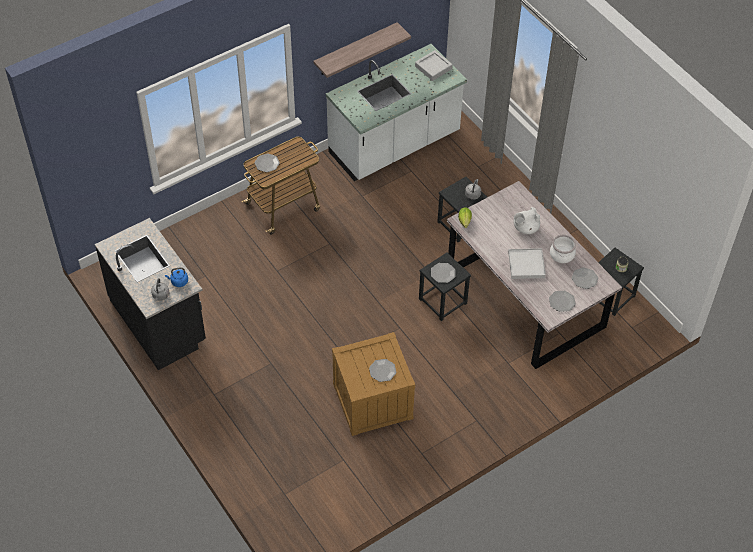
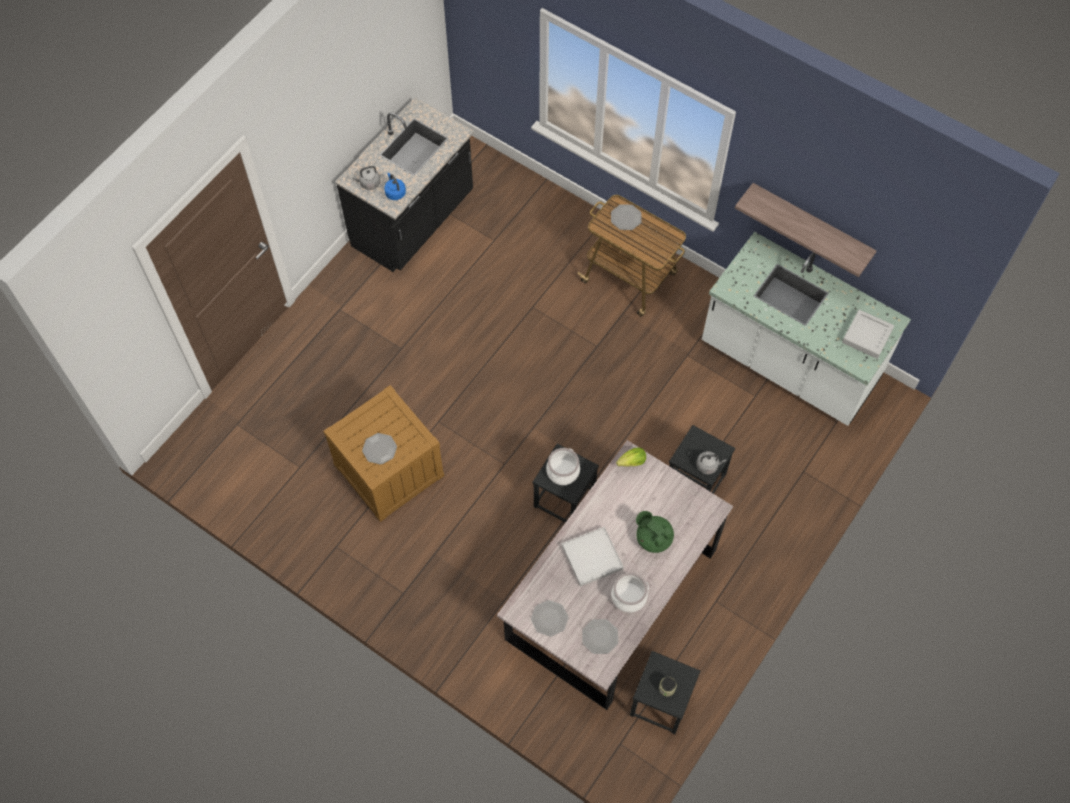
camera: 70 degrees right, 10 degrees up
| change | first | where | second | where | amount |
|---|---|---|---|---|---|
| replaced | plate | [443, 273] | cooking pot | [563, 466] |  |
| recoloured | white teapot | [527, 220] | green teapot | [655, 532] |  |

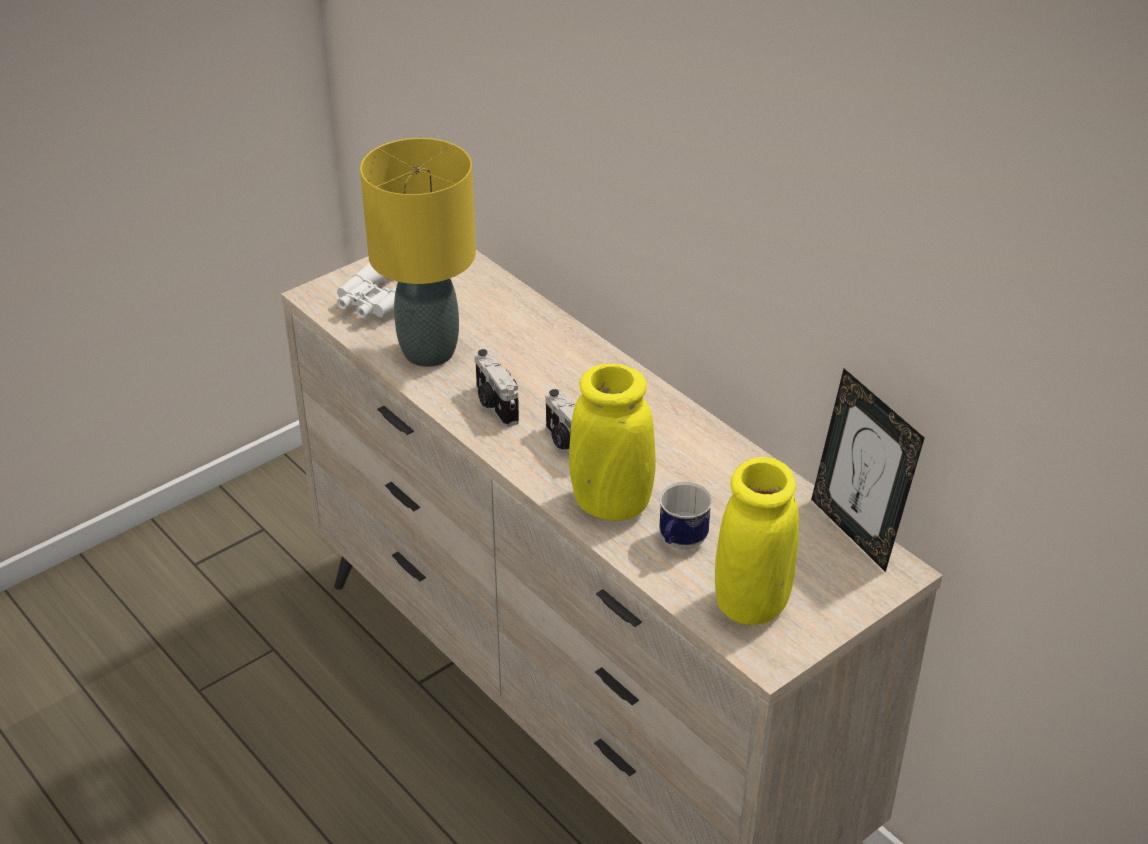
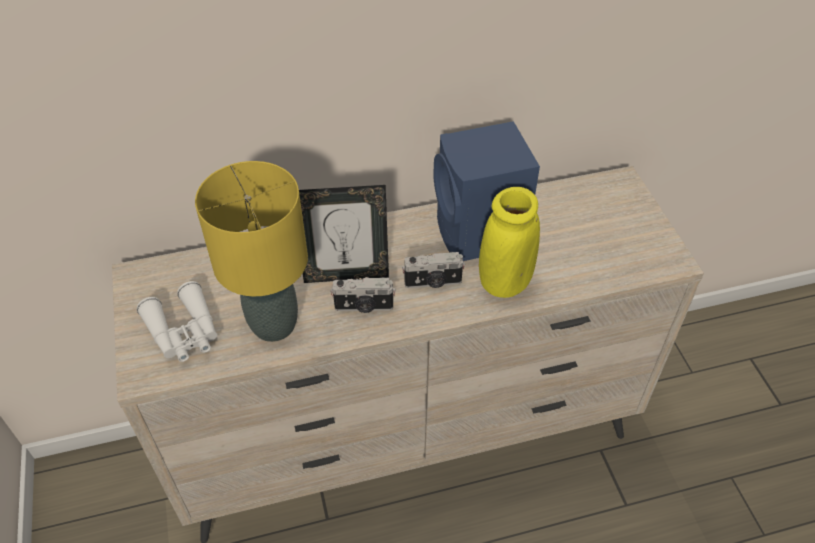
camera: 65 degrees left, 10 degrees up
| change | first | where | second | where | amount |
|---|---|---|---|---|---|
| removed | mug | [686, 515] |  |  |  |
| removed | yellow vase | [757, 541] |  |  |  |
| moved | picture frame | [867, 470] |  | [344, 234] |  |
| added |  |  | blue speaker | [486, 191] |  |

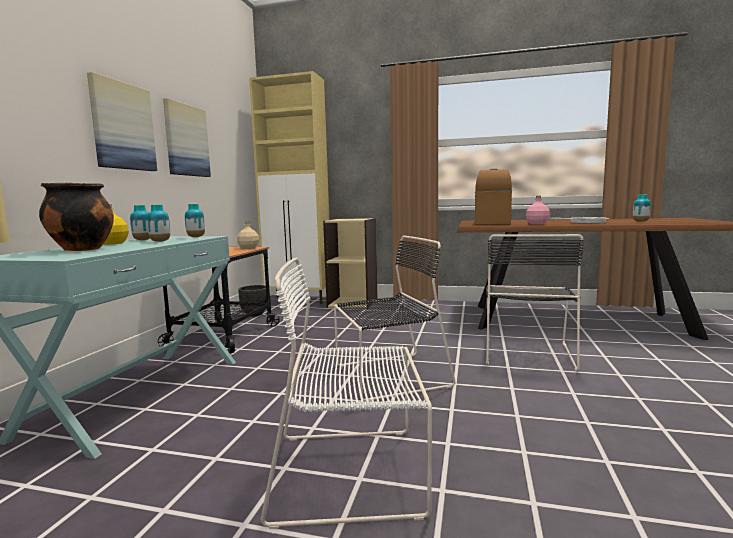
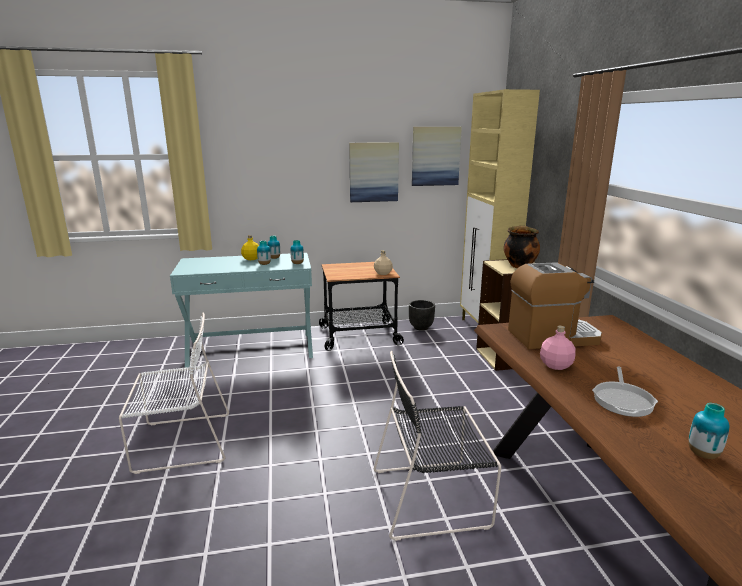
camera: 65 degrees right, 10 degrees up
| change | first | where | second | where | amount |
|---|---|---|---|---|---|
| moved | cooking pot | [76, 216] |  | [522, 247] |  |
| moved | picture | [122, 121] |  | [437, 156] |  |
| turned | white chair | [346, 393] |  | [174, 393] | 105 degrees clockwise |
| removed | black chair | [395, 319] |  |  |  |

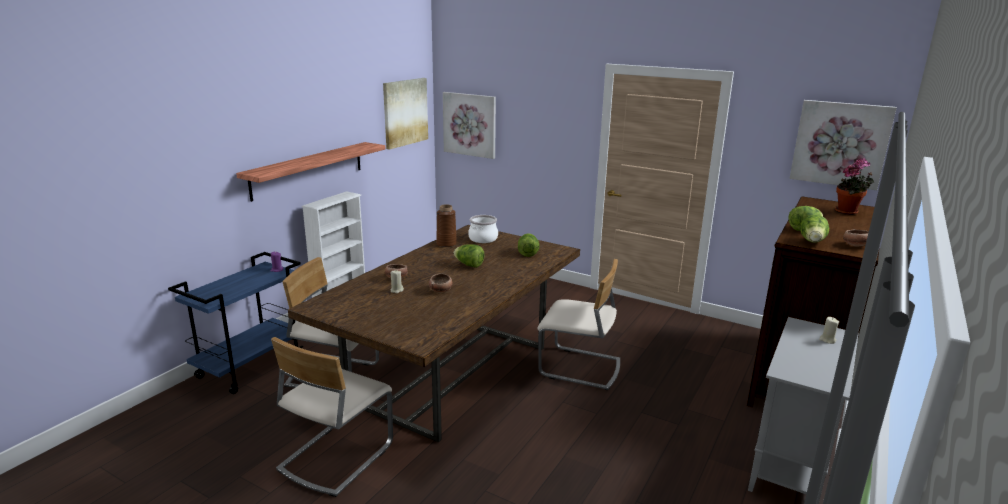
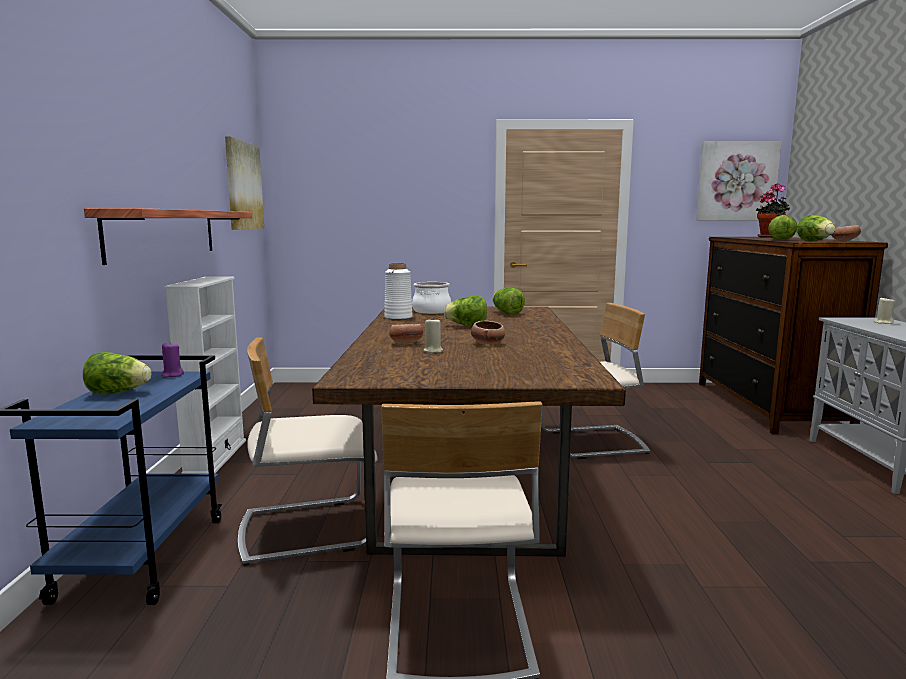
camera: 30 degrees left, 10 degrees down
| change | first | where | second | where | amount |
|---|---|---|---|---|---|
| recoloured | brown vase | [446, 226] | white vase | [398, 291] |  |
| removed | picture | [469, 125] |  |  |  |
| added |  |  | lettuce | [117, 373] |  |

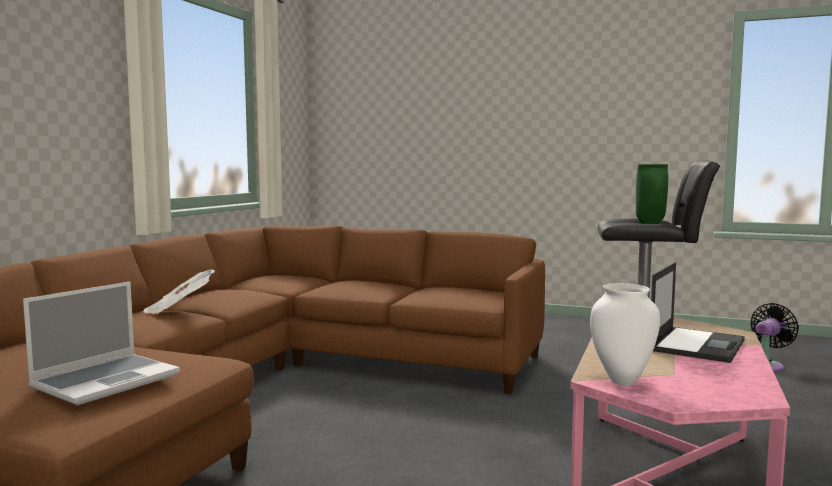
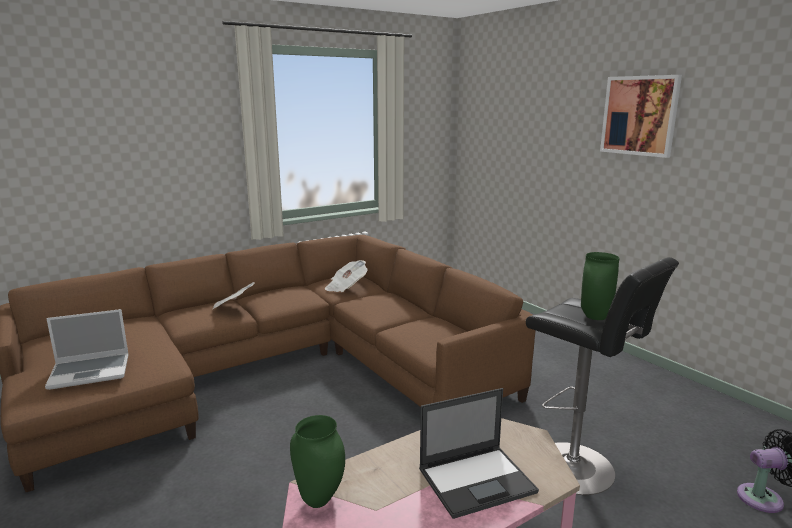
camera: 35 degrees right, 10 degrees up
| change | first | where | second | where | amount |
|---|---|---|---|---|---|
| recoloured | white vase | [625, 334] | green vase | [317, 461] |  |
| added |  |  | newspaper | [346, 276] |  |
| added |  |  | picture | [641, 116] |  |

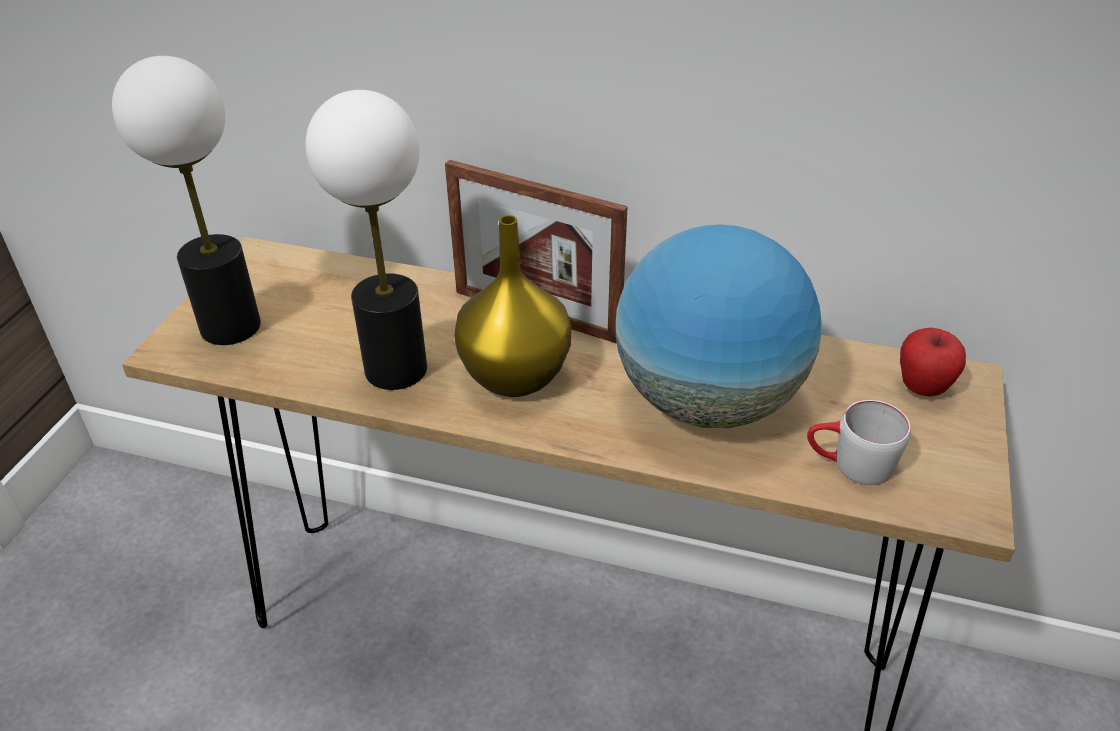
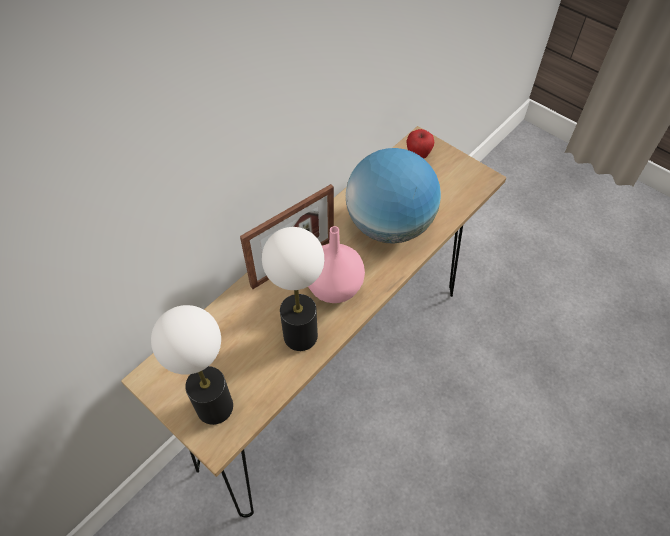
camera: 65 degrees left, 15 degrees up
| change | first | where | second | where | amount |
|---|---|---|---|---|---|
| recoloured | yellow vase | [512, 306] | pink vase | [336, 264] |  |
| removed | grey mug | [859, 442] |  |  |  |

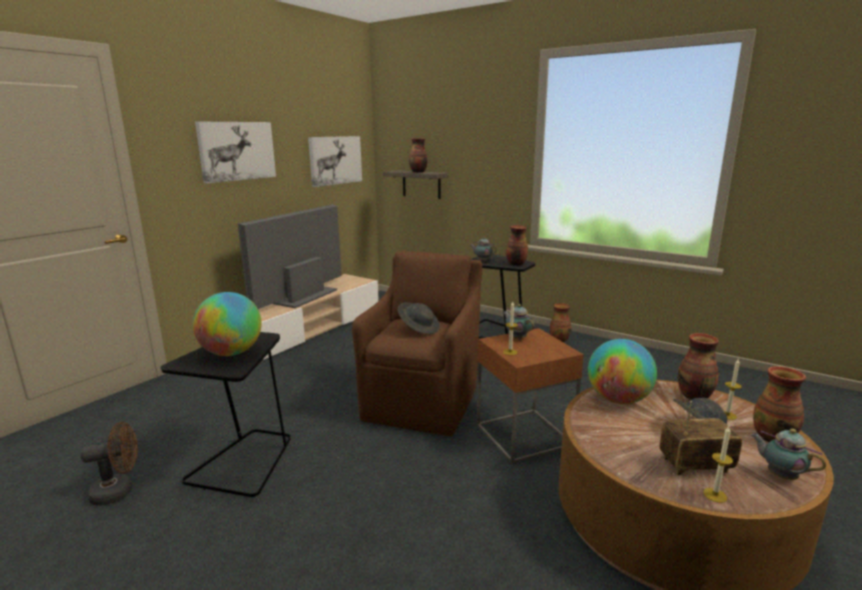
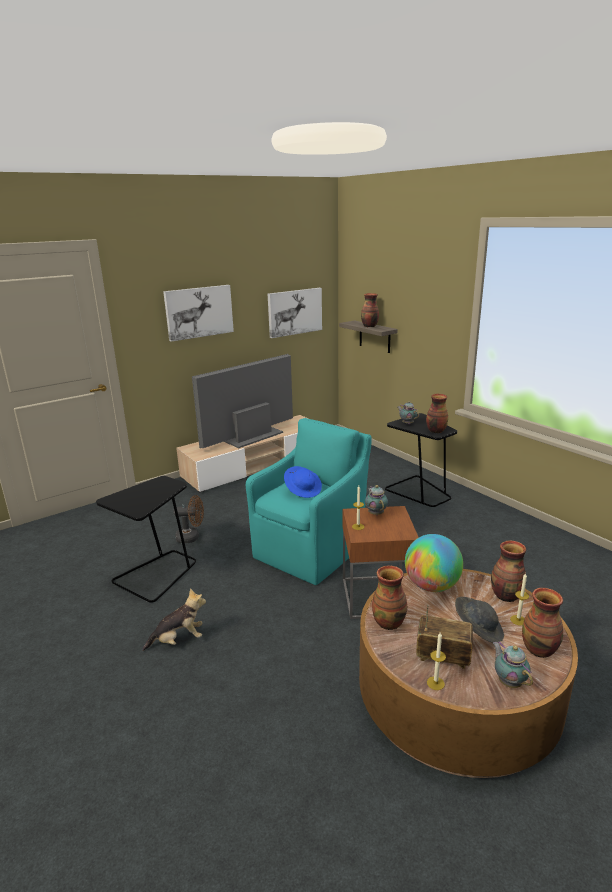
camera: 20 degrees right, 5 degrees up
| change | first | where | second | where | amount |
|---|---|---|---|---|---|
| moved | brown fan | [109, 464] |  | [188, 519] |  |
| removed | globe | [227, 324] |  |  |  |
| recoloured | brown armchair | [417, 343] | turquoise armchair | [309, 501] |  |
| recoloured | grey hat | [418, 318] | blue hat | [303, 482] |  |
| moved | vase | [560, 322] |  | [389, 597] |  |
| added |  |  | plush toy | [174, 619] |  |

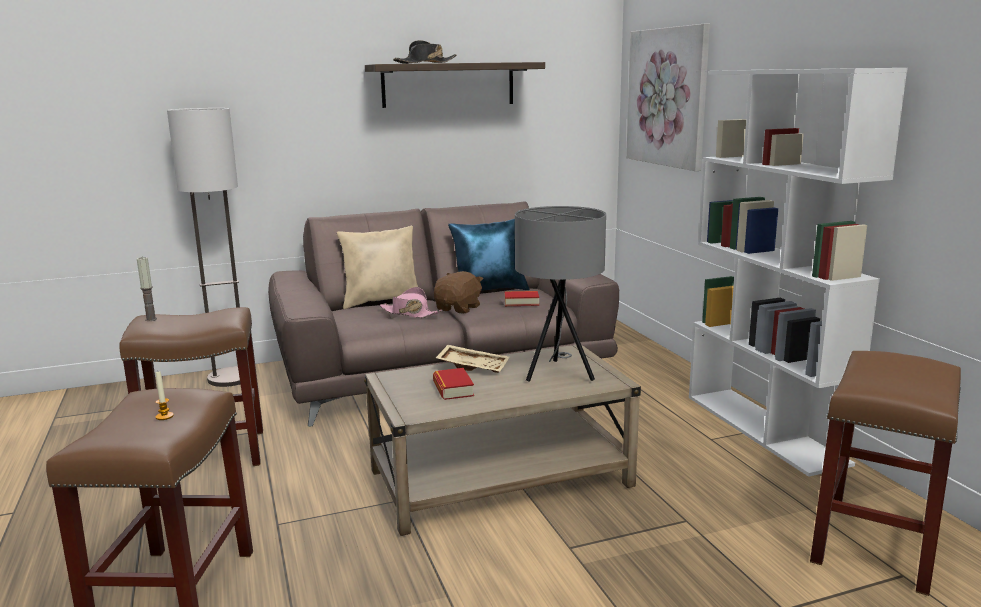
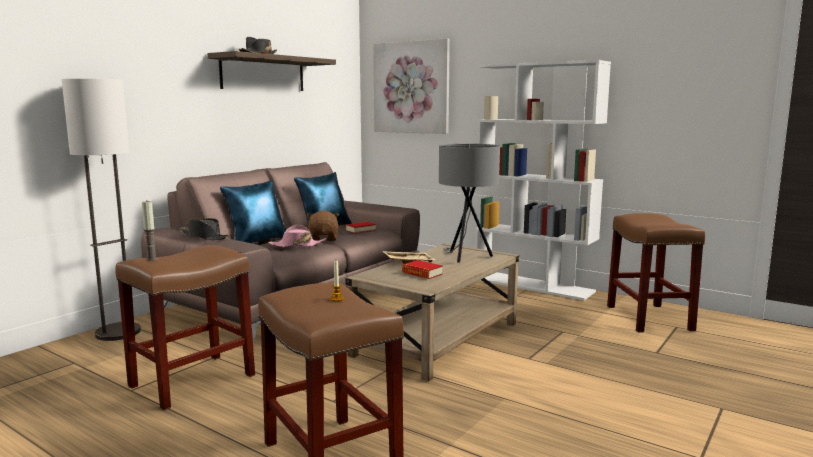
camera: 35 degrees left, 5 degrees down
| change | first | where | second | where | amount |
|---|---|---|---|---|---|
| recoloured | beige pillow | [377, 267] | blue pillow | [253, 211] |  |
| added |  |  | black hat | [204, 229] |  |

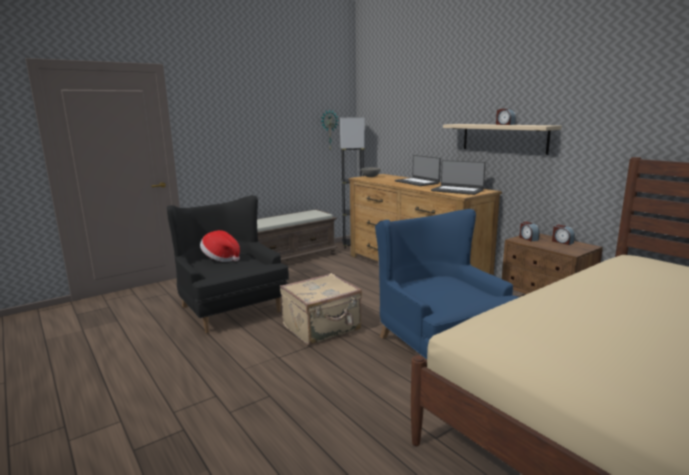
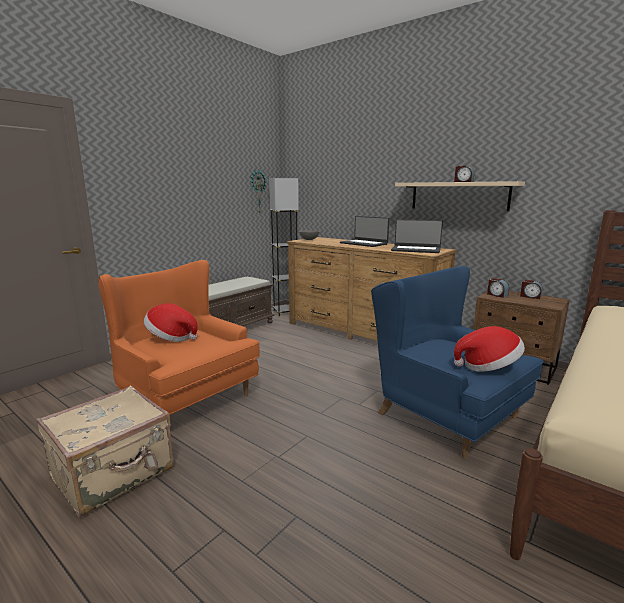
camera: 15 degrees left, 0 degrees up
| change | first | where | second | where | amount |
|---|---|---|---|---|---|
| recoloured | black armchair | [228, 264] | orange armchair | [179, 346] |  |
| moved | beige suitcase | [321, 309] |  | [105, 451] |  |
| added |  |  | hat | [489, 349] |  |

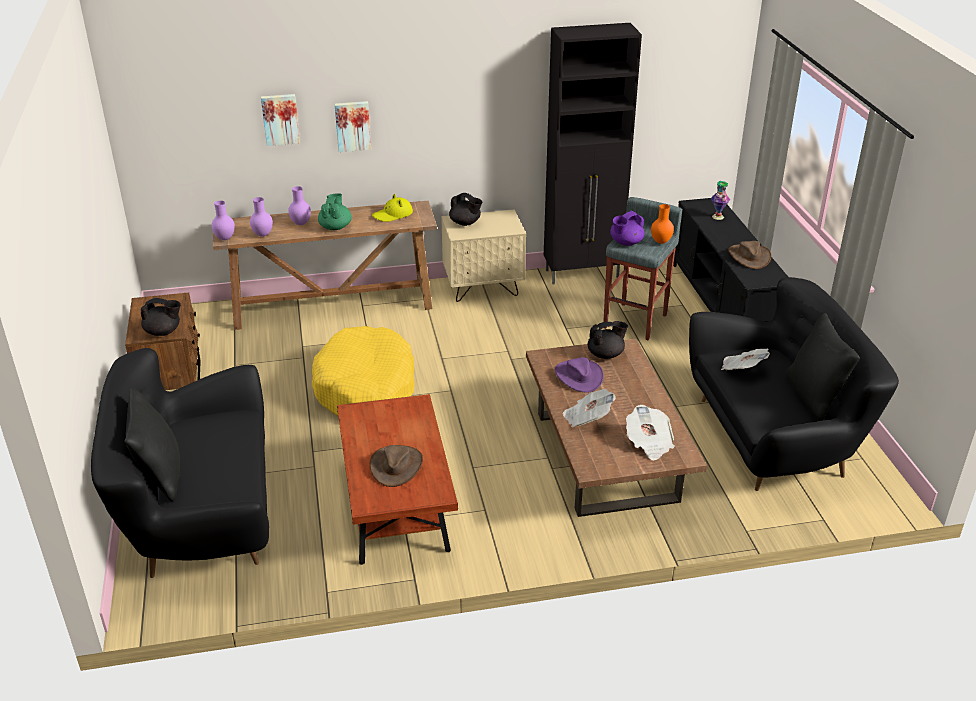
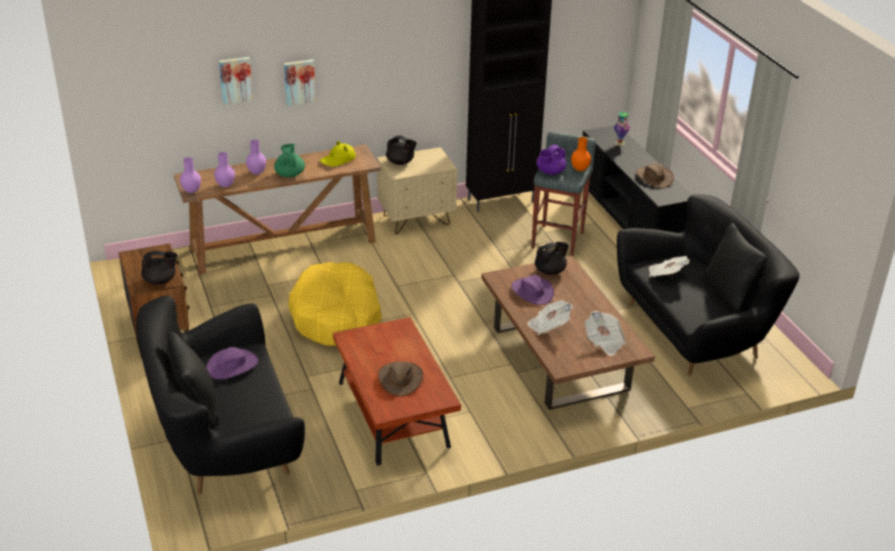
camera: 10 degrees left, 0 degrees up
| change | first | where | second | where | amount |
|---|---|---|---|---|---|
| added |  |  | purple hat | [232, 363] |  |

